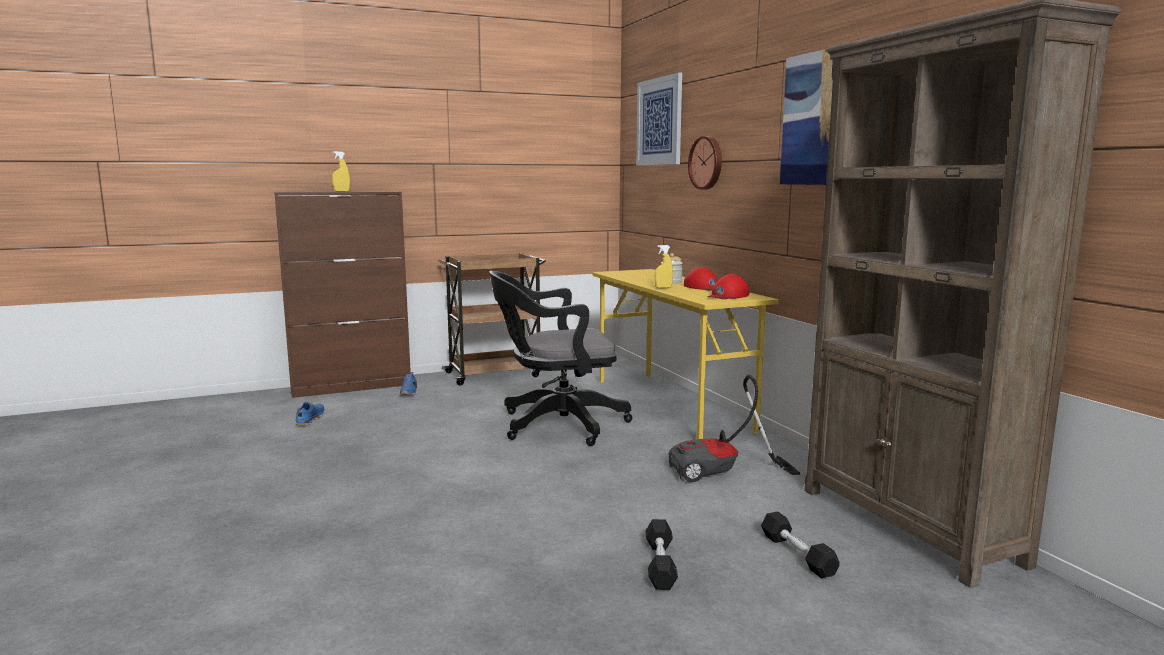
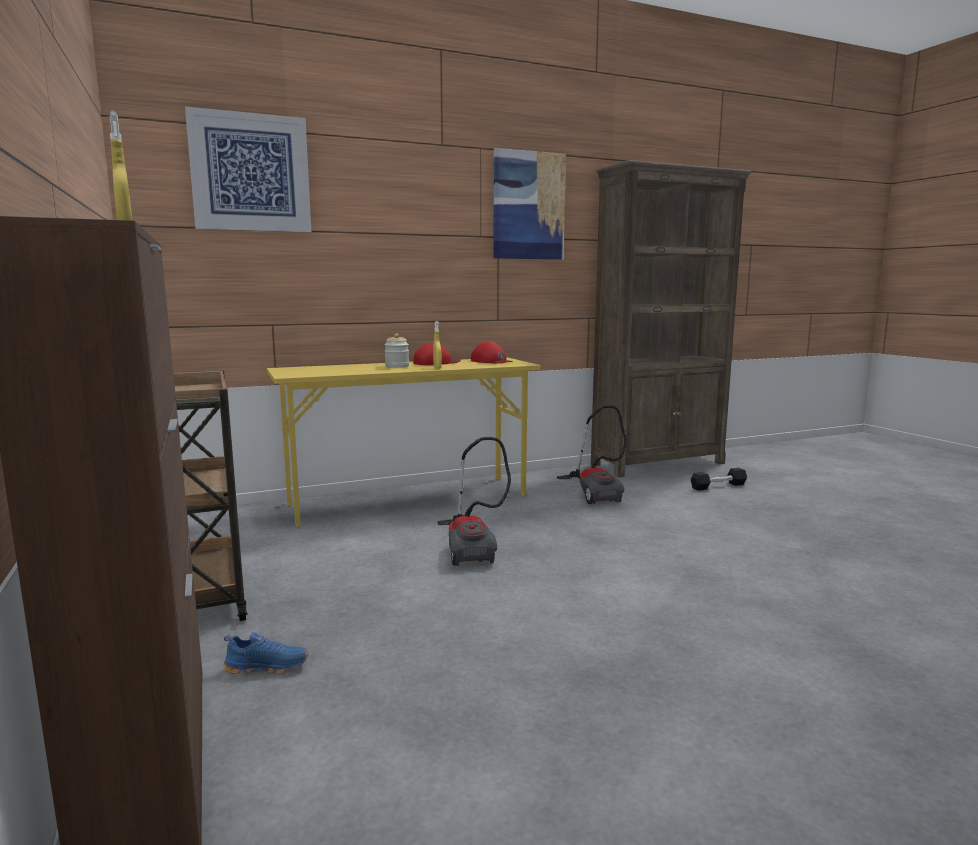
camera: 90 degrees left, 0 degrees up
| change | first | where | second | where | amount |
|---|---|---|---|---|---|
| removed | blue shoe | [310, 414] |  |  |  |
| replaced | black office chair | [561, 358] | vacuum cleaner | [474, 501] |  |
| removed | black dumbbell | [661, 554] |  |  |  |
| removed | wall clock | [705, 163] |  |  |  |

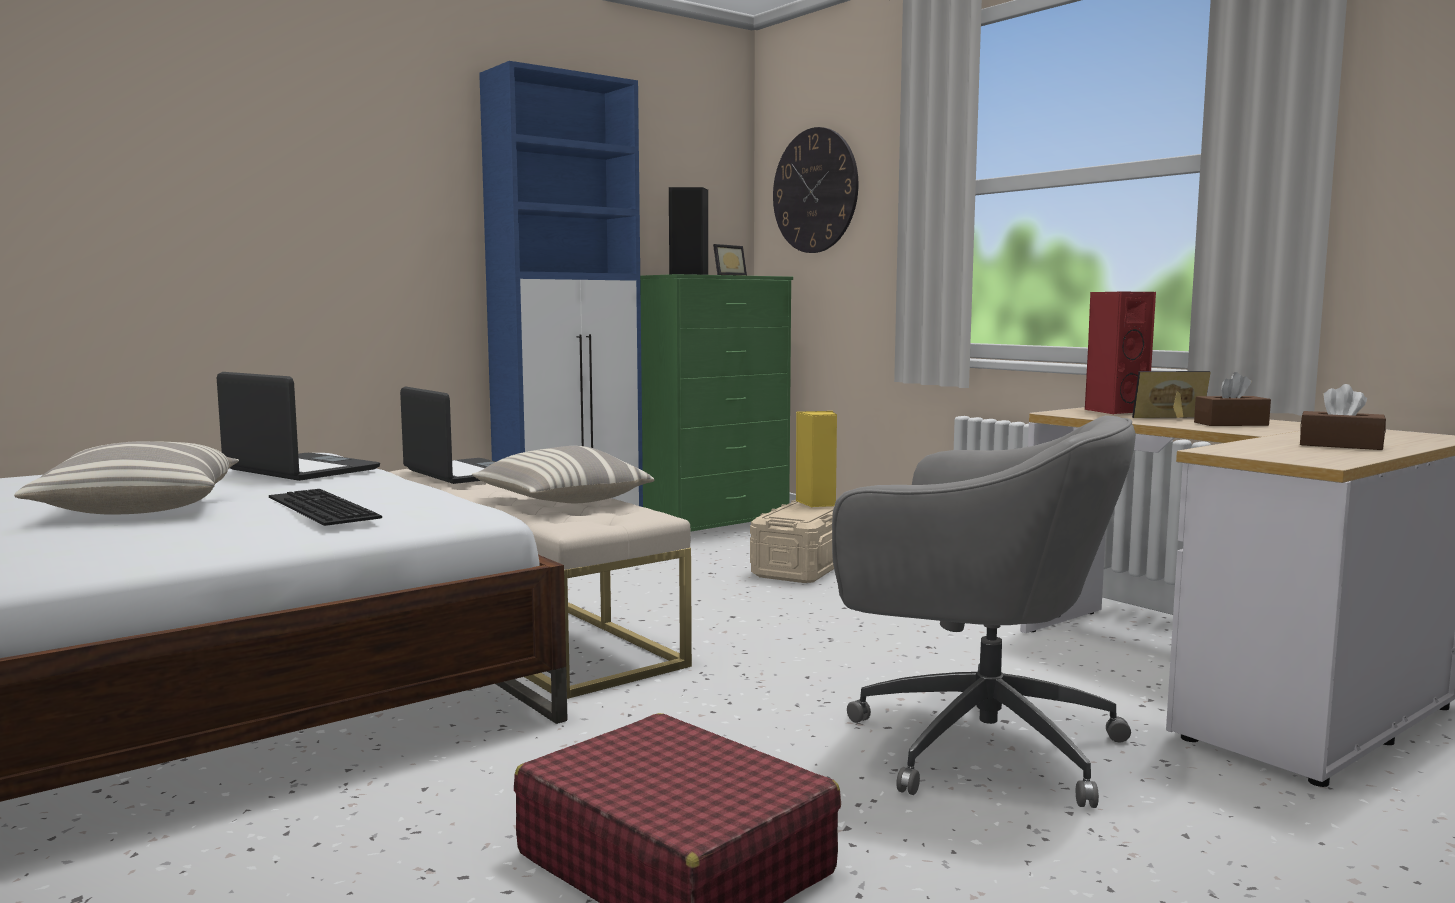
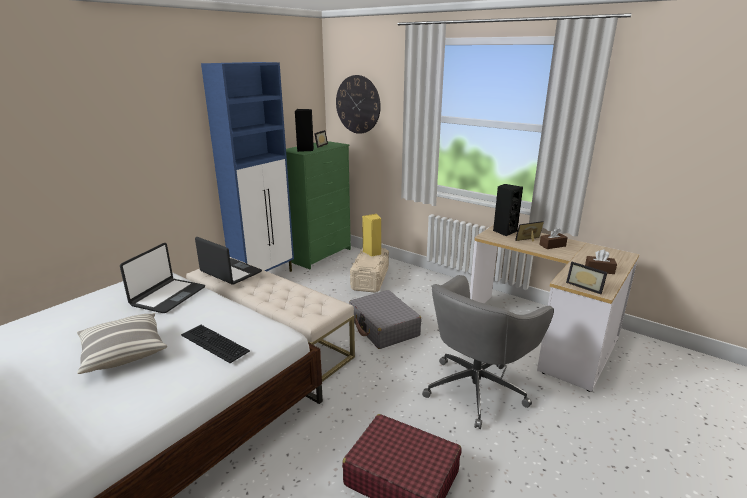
camera: 15 degrees left, 15 degrees up
| change | first | where | second | where | amount |
|---|---|---|---|---|---|
| turned | laptop | [298, 426] |  | [162, 278] | 90 degrees clockwise |
| removed | pillow | [563, 474] |  |  |  |
| turned | grey office chair | [984, 611] |  | [488, 352] | 120 degrees clockwise |
| recoloured | red speaker | [1120, 353] | black speaker | [508, 210] |  |
| added |  |  | grey suitcase | [385, 319] |  |
| added |  |  | picture frame | [587, 278] |  |

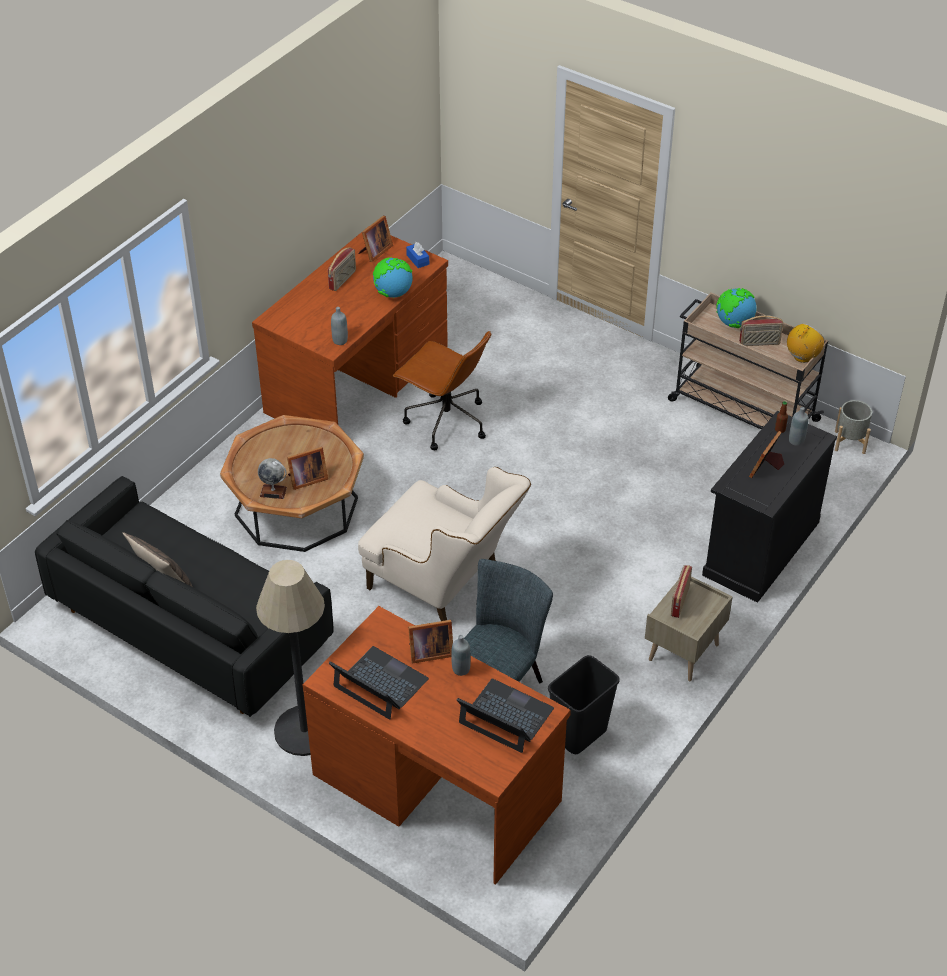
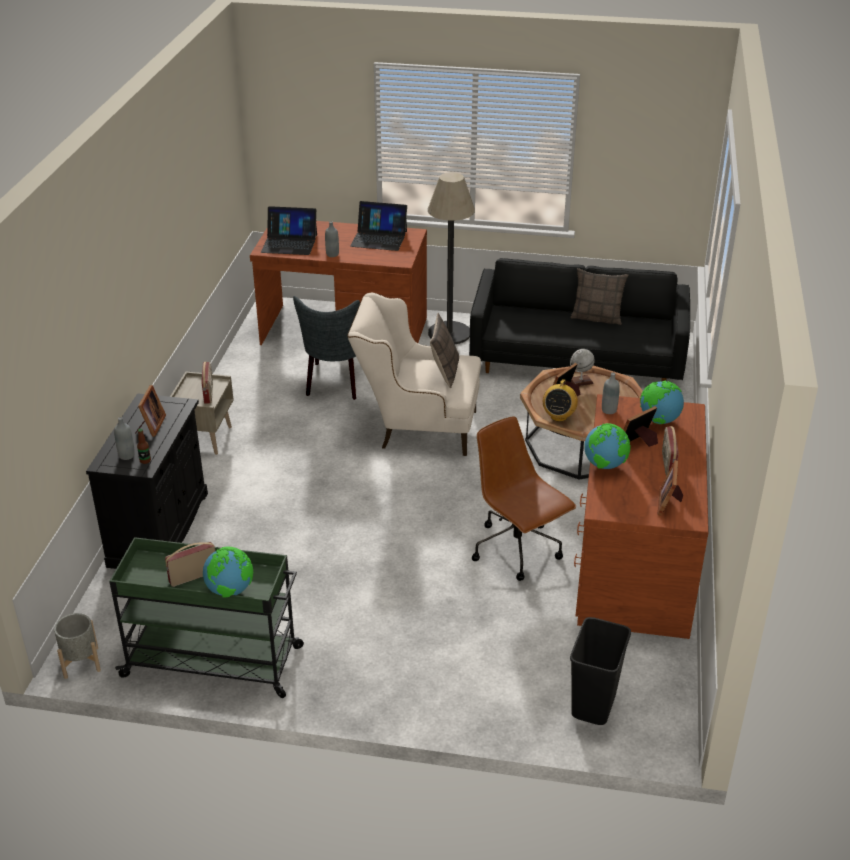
camera: 155 degrees right, 10 degrees down
| change | first | where | second | where | amount |
|---|---|---|---|---|---|
| turned | brown office chair | [442, 390] |  | [524, 498] | 45 degrees clockwise |
| removed | blue tissue box | [417, 255] |  |  |  |
| moved | picture frame | [430, 642] |  | [640, 426] |  |
| moved | black trash can | [584, 704] |  | [600, 671] |  |
| recoloured | beige cart | [748, 361] | green cart | [206, 617] |  |
| moved | radio | [805, 343] |  | [560, 400] |  |
| added |  |  | pillow | [444, 350] |  |
| added |  |  | globe | [662, 402] |  |

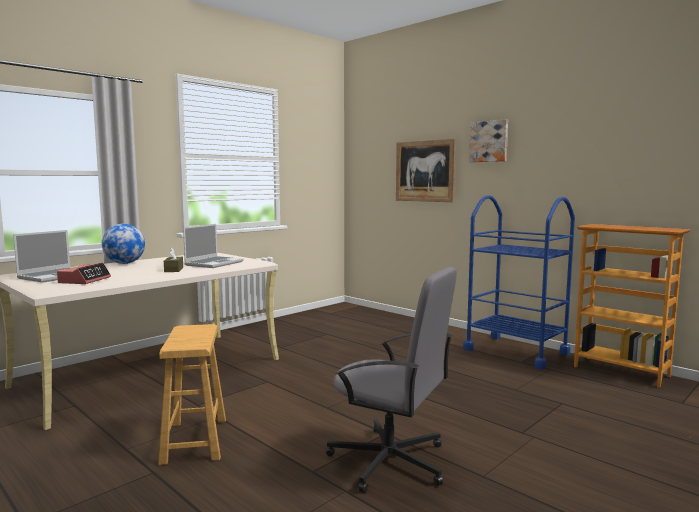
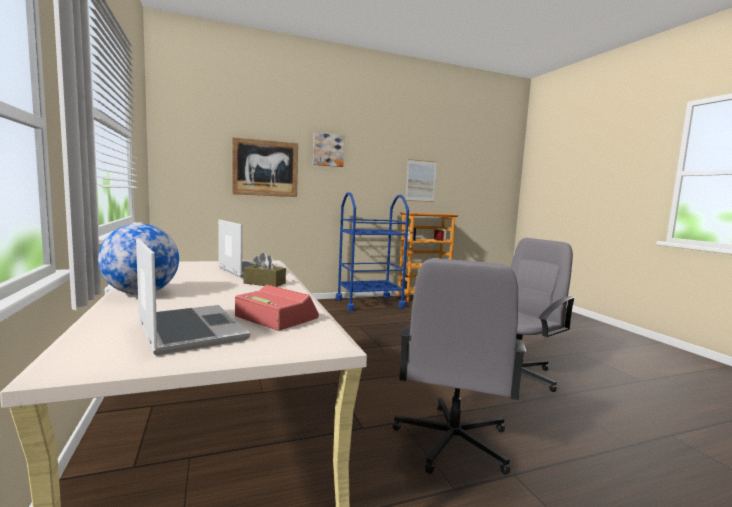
camera: 65 degrees left, 0 degrees up
| change | first | where | second | where | amount |
|---|---|---|---|---|---|
| replaced | brown stool | [192, 394] | grey office chair | [459, 366] |  |
| added |  |  | picture | [421, 180] |  |

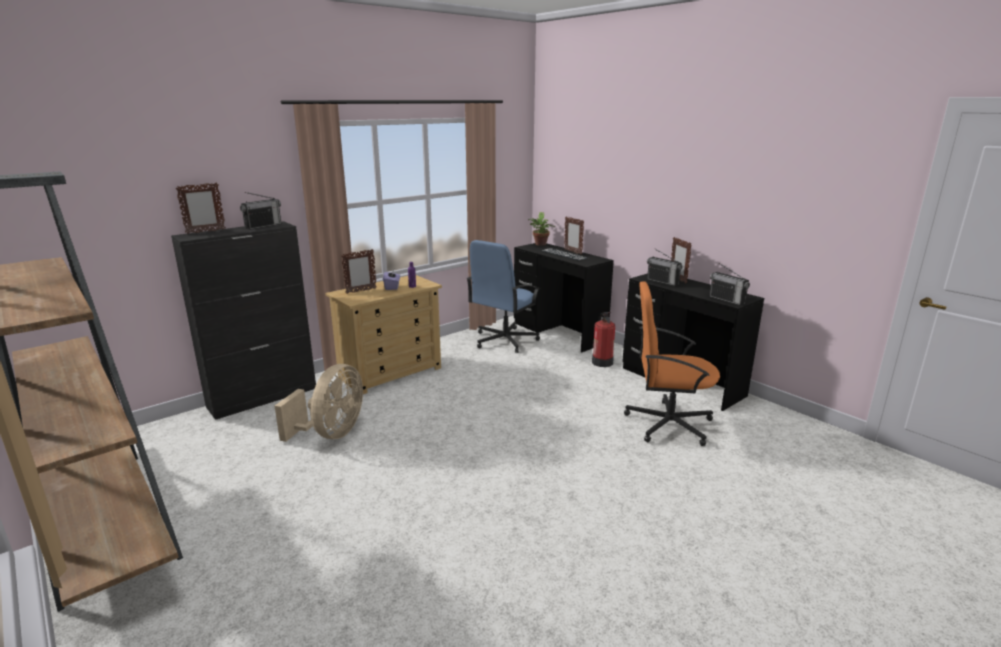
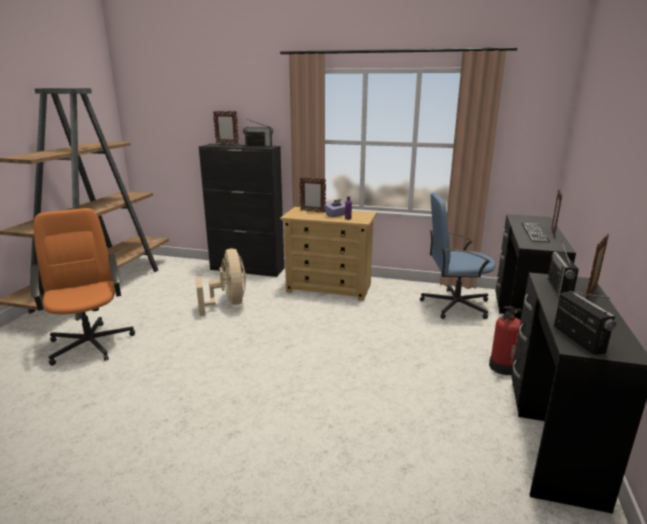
camera: 55 degrees right, 0 degrees up
| change | first | where | second | where | amount |
|---|---|---|---|---|---|
| turned | beige fan | [319, 403] |  | [220, 282] | 90 degrees counterclockwise |
| removed | potted plant | [541, 229] |  |  |  |
| moved | orange office chair | [672, 363] |  | [83, 287] |  |
| turned | radio | [729, 284] |  | [585, 323] | 150 degrees clockwise |

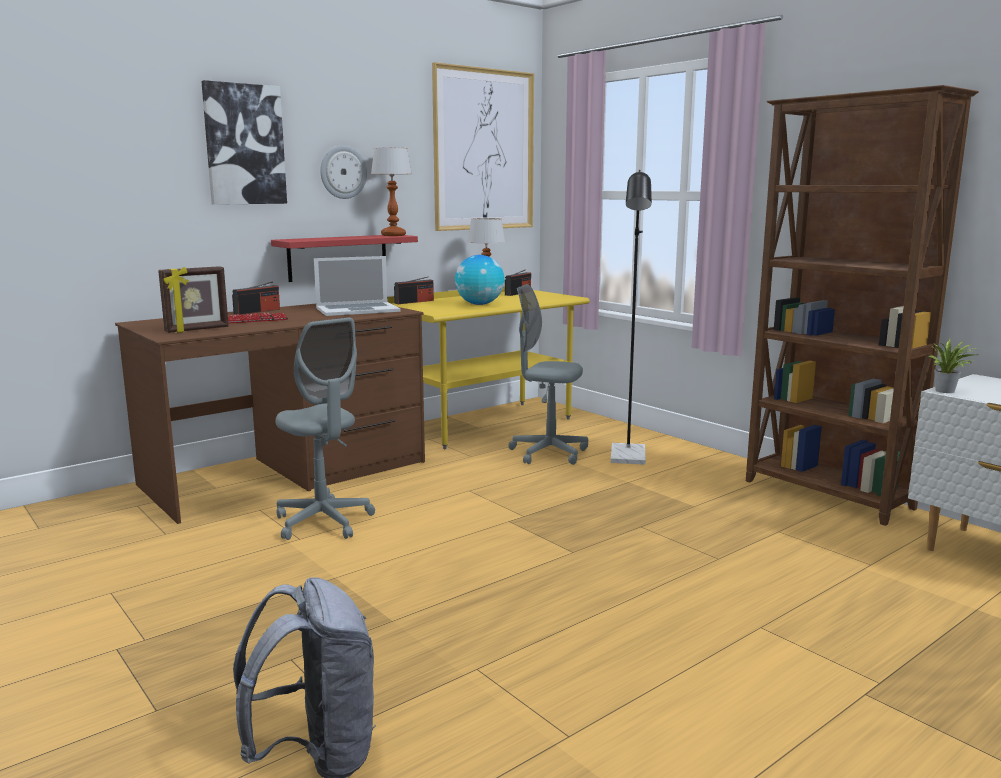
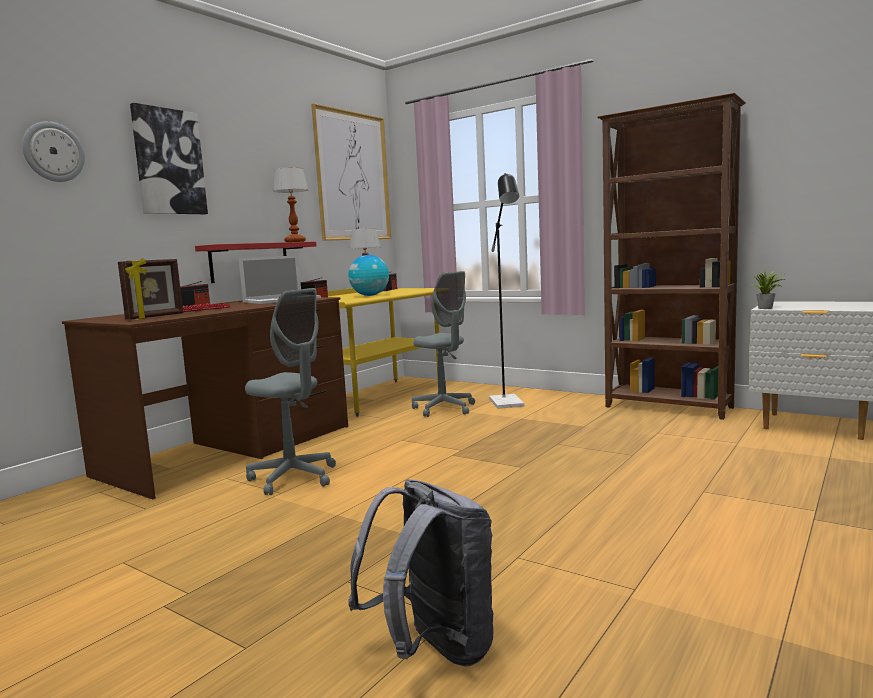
camera: 15 degrees left, 5 degrees down
| change | first | where | second | where | amount |
|---|---|---|---|---|---|
| moved | wall clock | [343, 172] |  | [53, 151] |  |
| turned | grey office chair | [548, 374] |  | [443, 344] | 135 degrees counterclockwise |

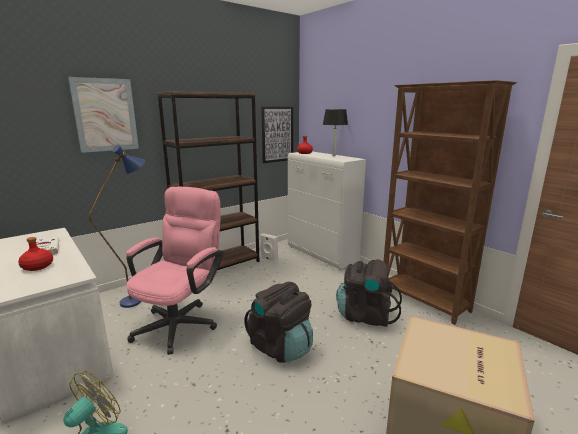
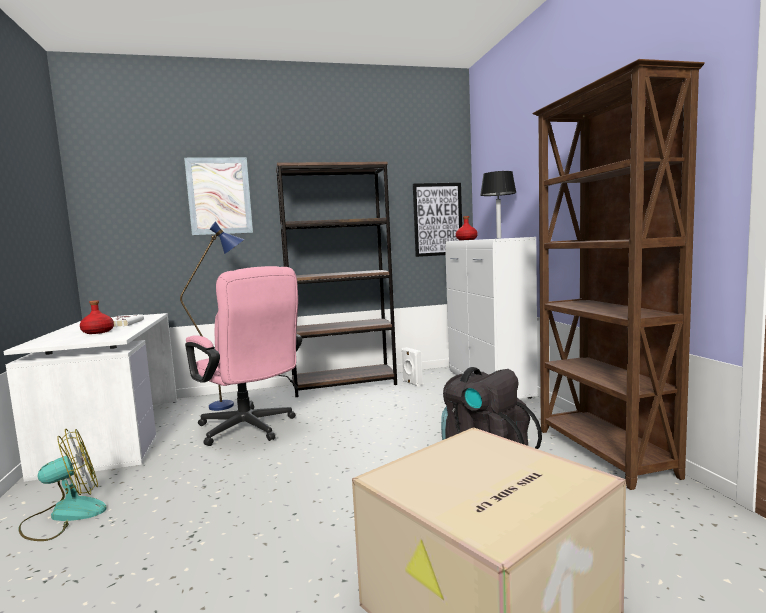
camera: 25 degrees right, 10 degrees down
| change | first | where | second | where | amount |
|---|---|---|---|---|---|
| turned | pink office chair | [175, 271] |  | [243, 356] | 90 degrees clockwise |
| removed | black backpack | [278, 322] |  |  |  |

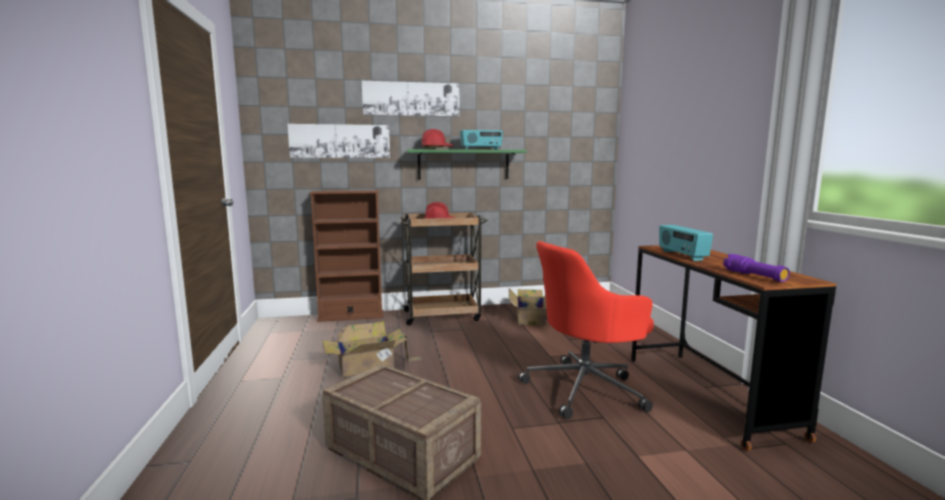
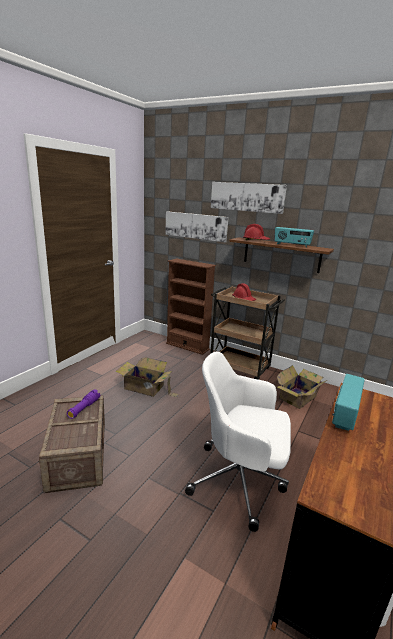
camera: 40 degrees right, 10 degrees up
| change | first | where | second | where | amount |
|---|---|---|---|---|---|
| recoloured | green shelf | [466, 164] | brown shelf | [281, 255] |  |
| recoloured | red office chair | [586, 330] | white office chair | [238, 441] |  |
| moved | purple flashlight | [756, 268] |  | [83, 404] |  |

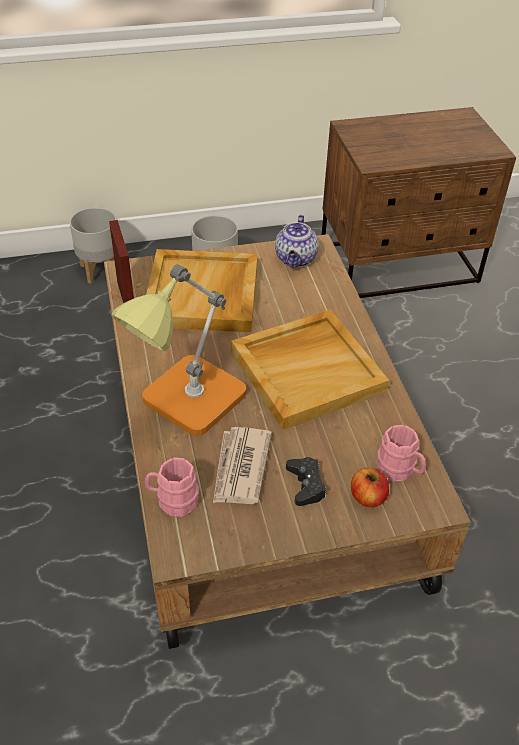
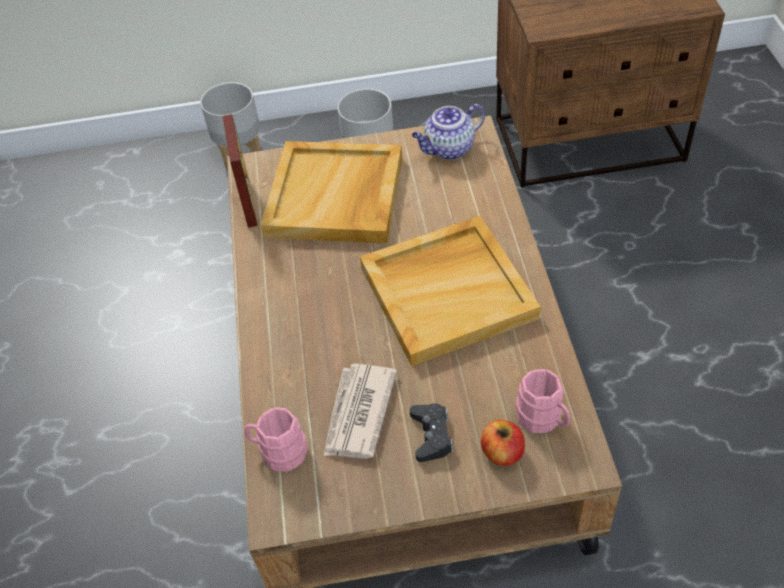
camera: 10 degrees right, 5 degrees up
| change | first | where | second | where | amount |
|---|---|---|---|---|---|
| removed | table lamp | [178, 350] |  |  |  |
| turned | teapot | [297, 241] |  | [448, 132] | 45 degrees clockwise |

